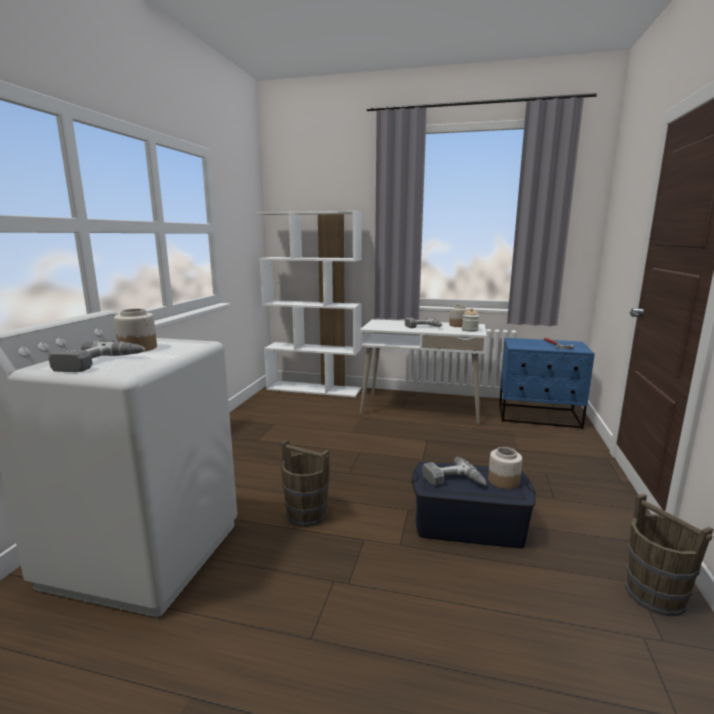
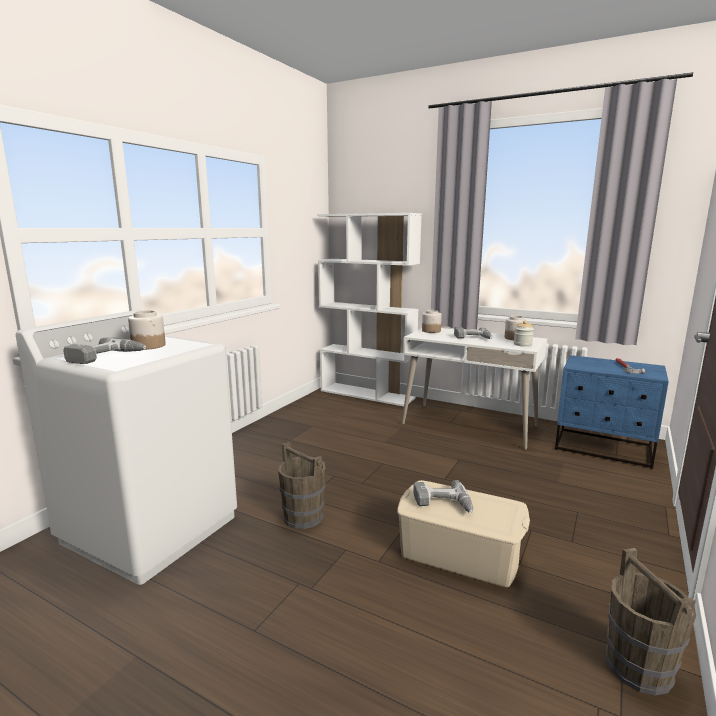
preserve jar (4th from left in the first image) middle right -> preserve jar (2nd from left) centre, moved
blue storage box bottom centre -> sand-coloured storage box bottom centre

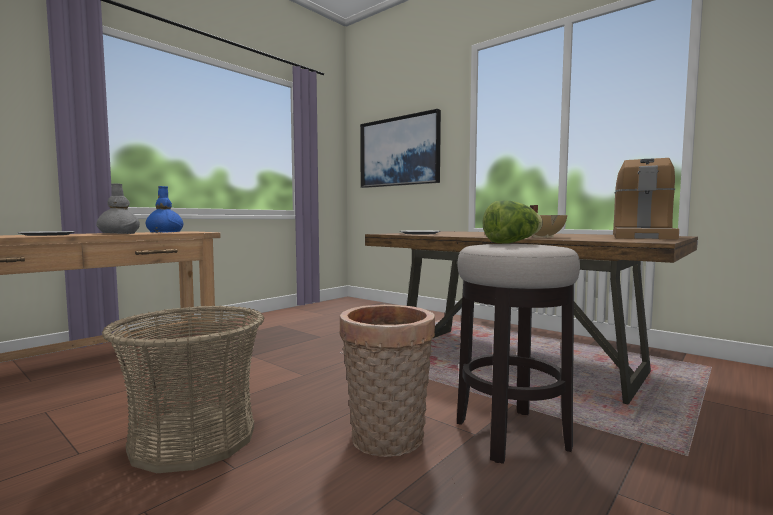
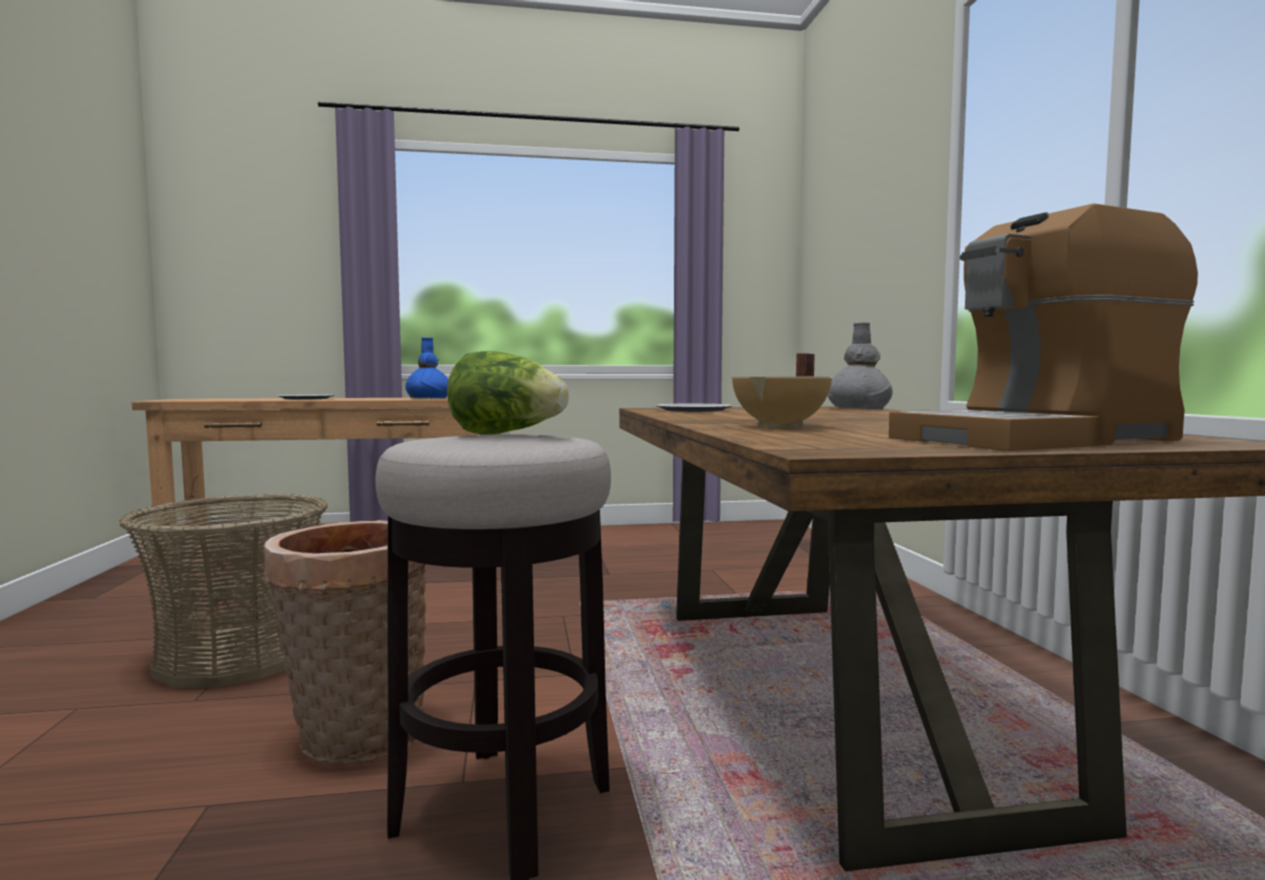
wall picture top centre -> none
greyish vase middle left -> greyish vase middle right, moved

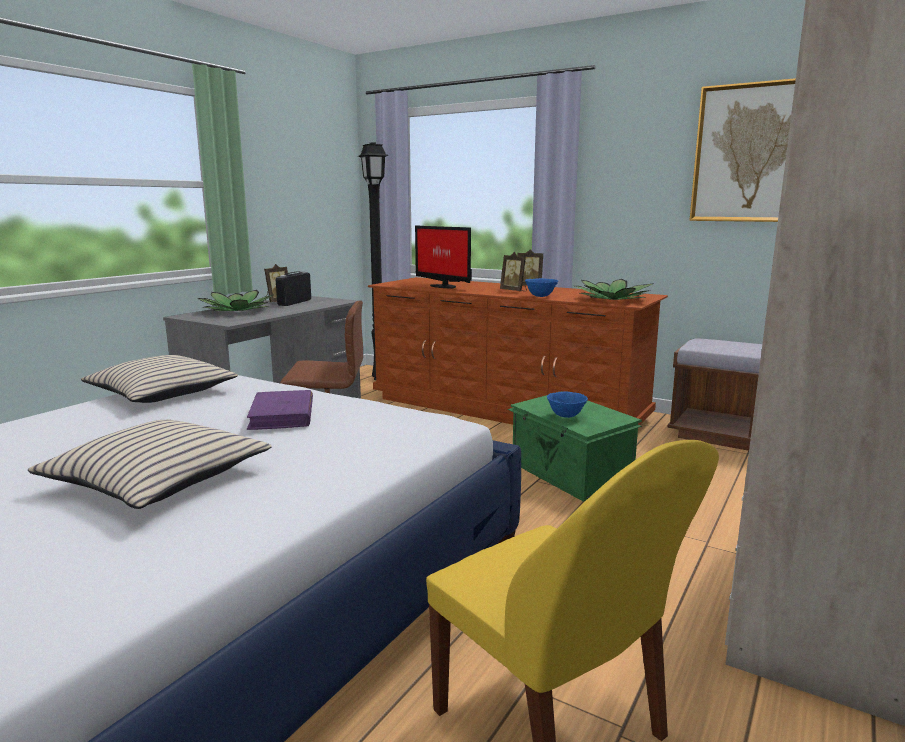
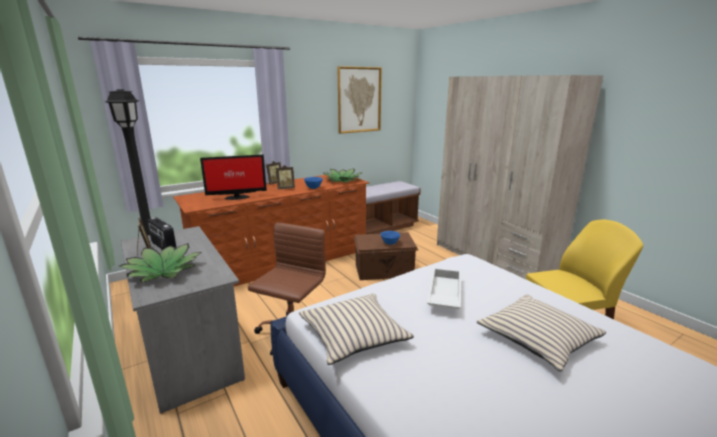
purple book middle left -> whitish carrying tray centre
greenish storage box centre -> brownish storage box centre

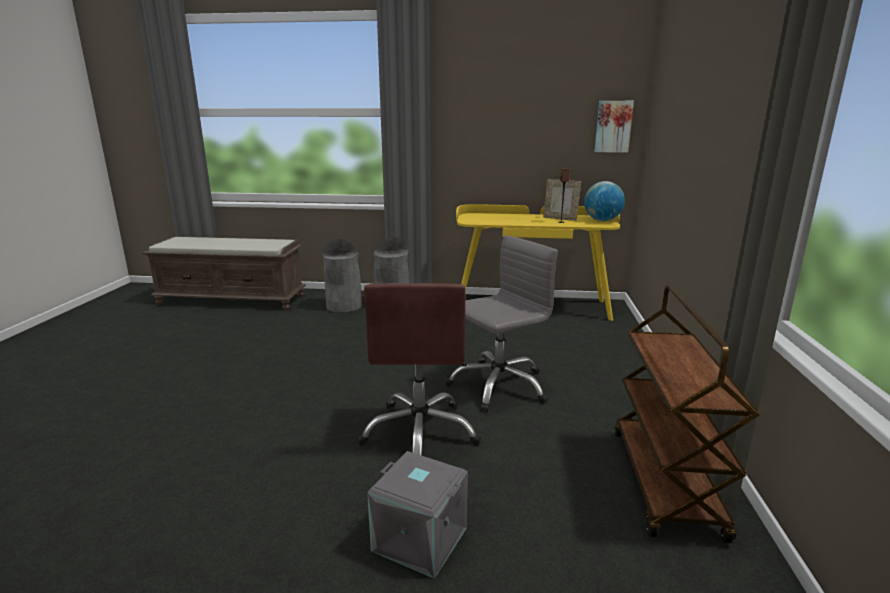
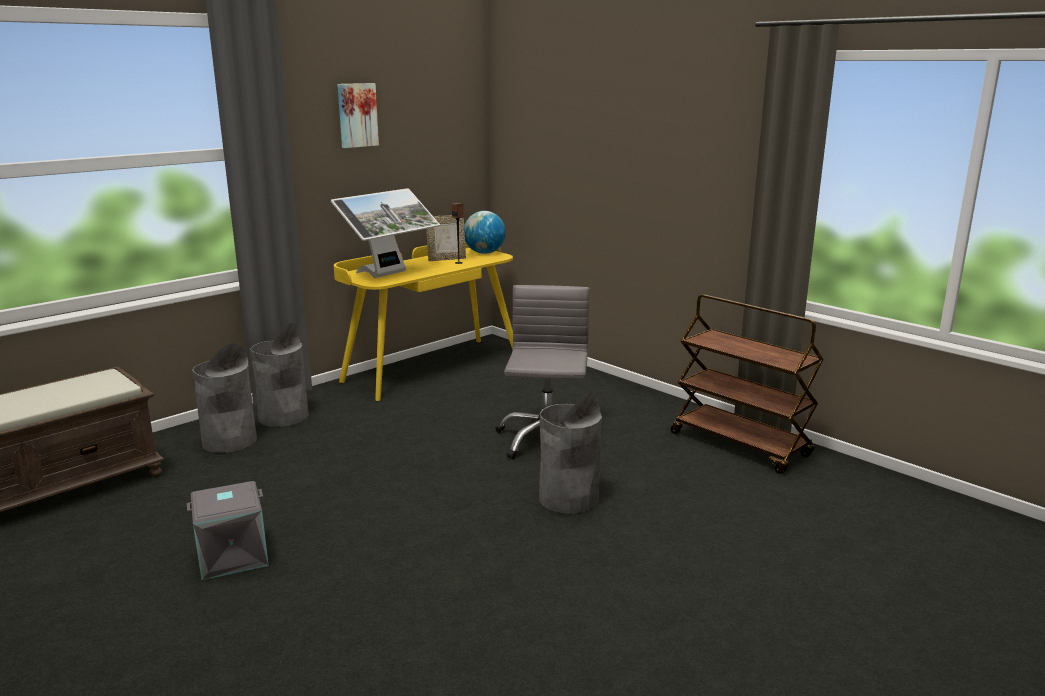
none -> computer screen centre
greyish storage box bottom centre -> greyish storage box bottom left, moved
wall picture top right -> wall picture top centre, moved
brownish office chair centre -> greyish rubbish bin (3rd from left) centre

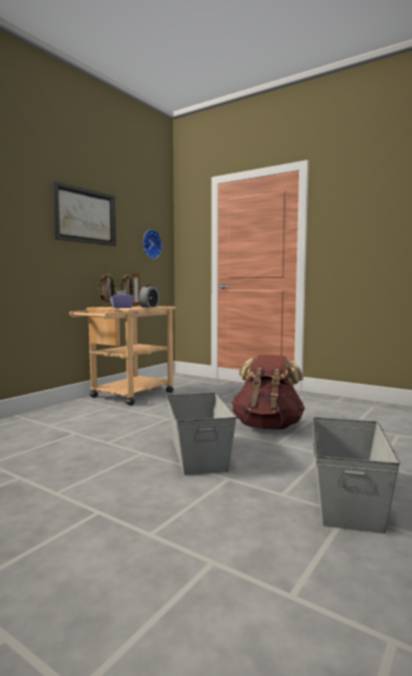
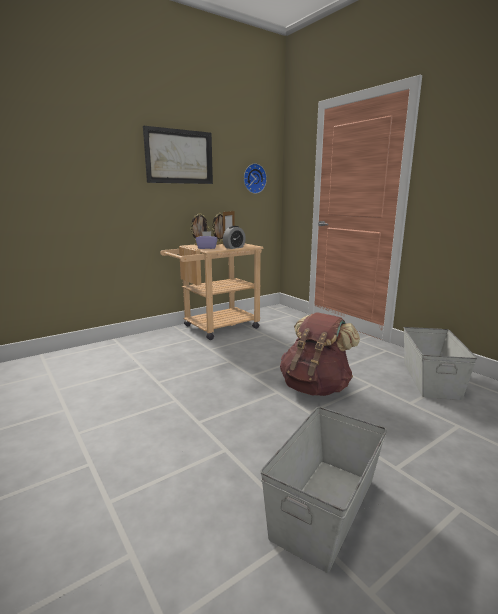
greyish storage box (1st from left in the first image) centre -> greyish storage box (2nd from left) middle right, moved

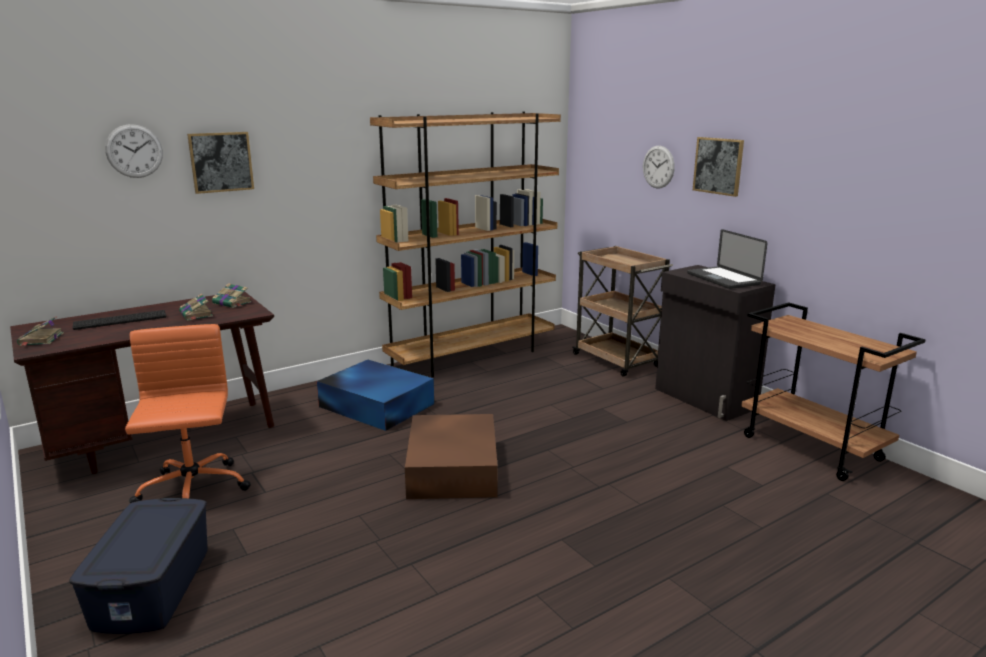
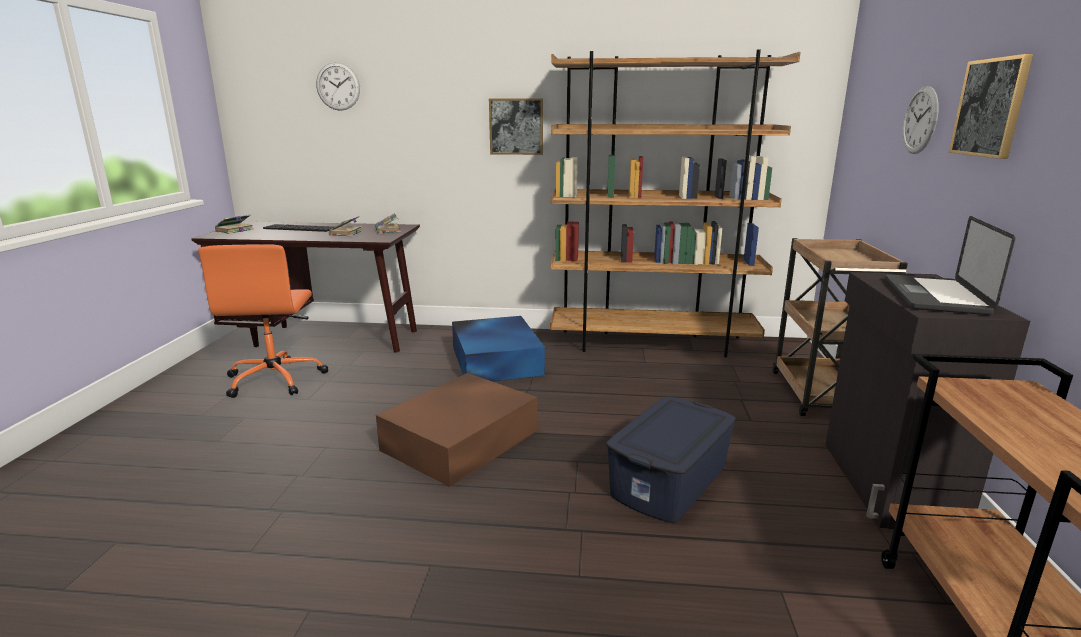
blue storage box (1st from left in the first image) bottom left -> blue storage box (2nd from left) bottom centre, moved
wall picture (1st from left) top left -> wall picture (1st from left) top centre, moved
orange-coloured office chair middle left, 150 degrees clockwise

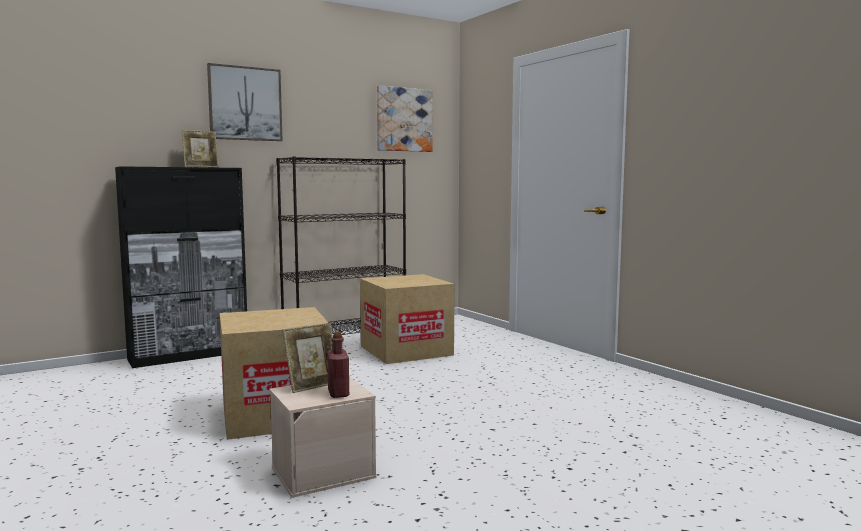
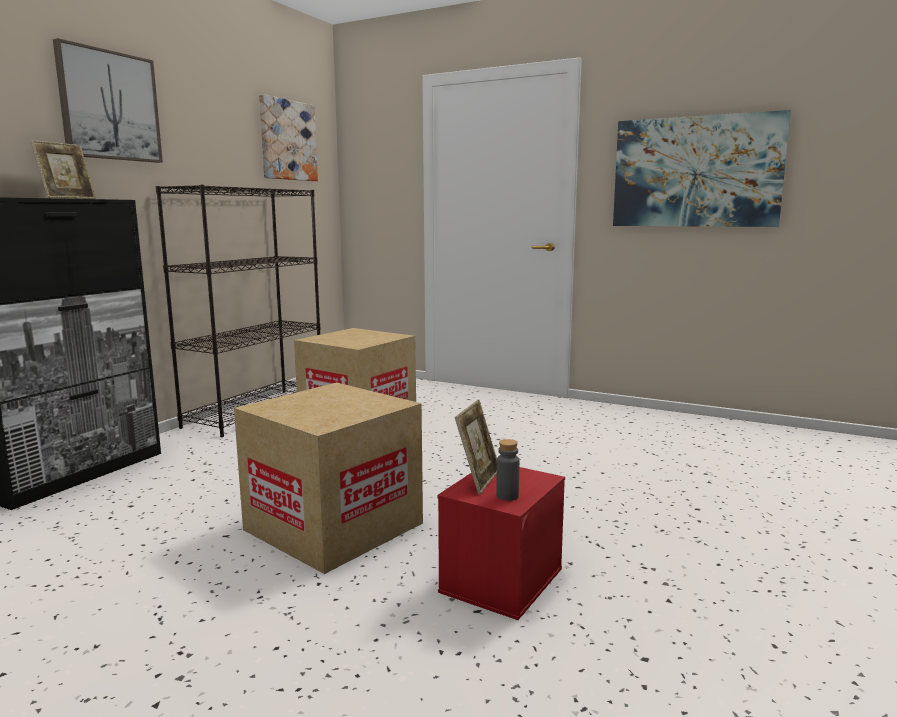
reddish bottle bottom centre -> none
none -> greyish bottle centre
none -> wall picture (3rd from left) top right
sand-coloured storage box bottom centre -> reddish storage box bottom centre

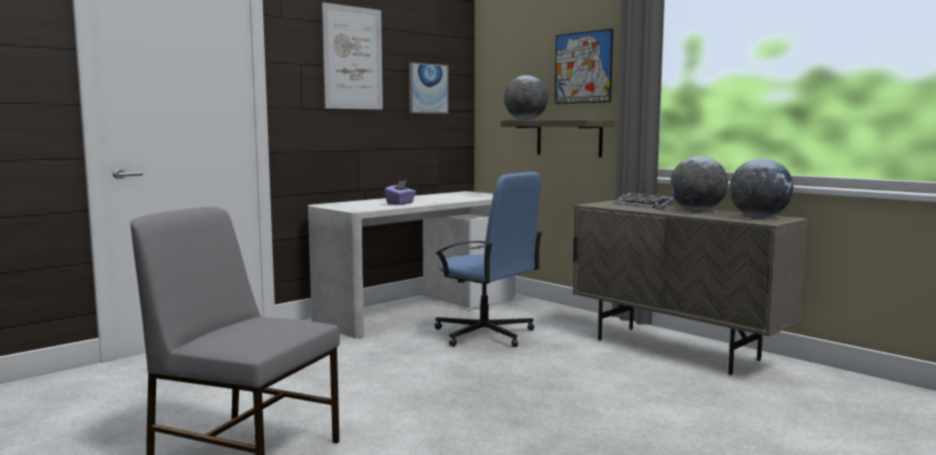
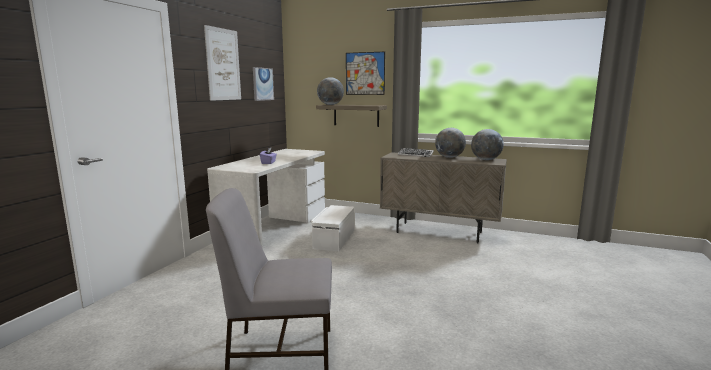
blue office chair centre -> whitish storage box centre

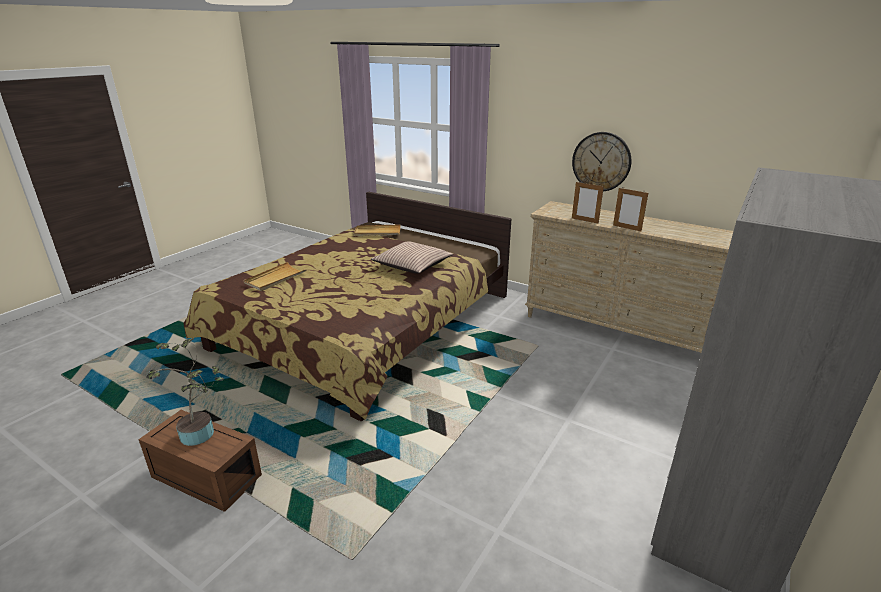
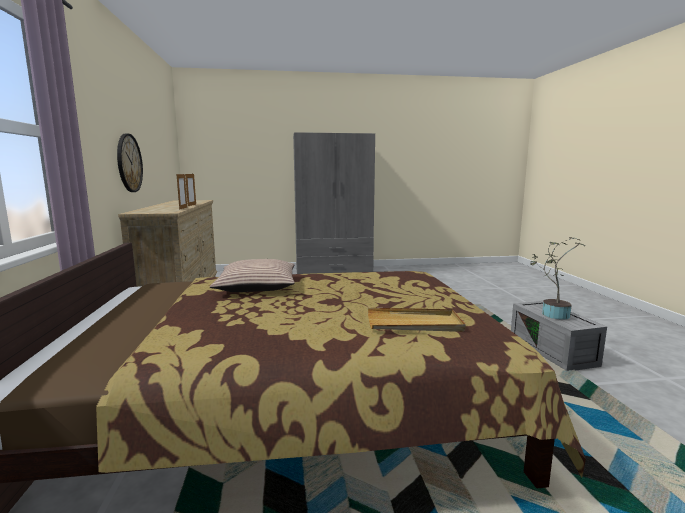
sand-coloured carrying tray (2nd from left) centre -> none
brownish storage box bottom left -> greyish storage box middle right

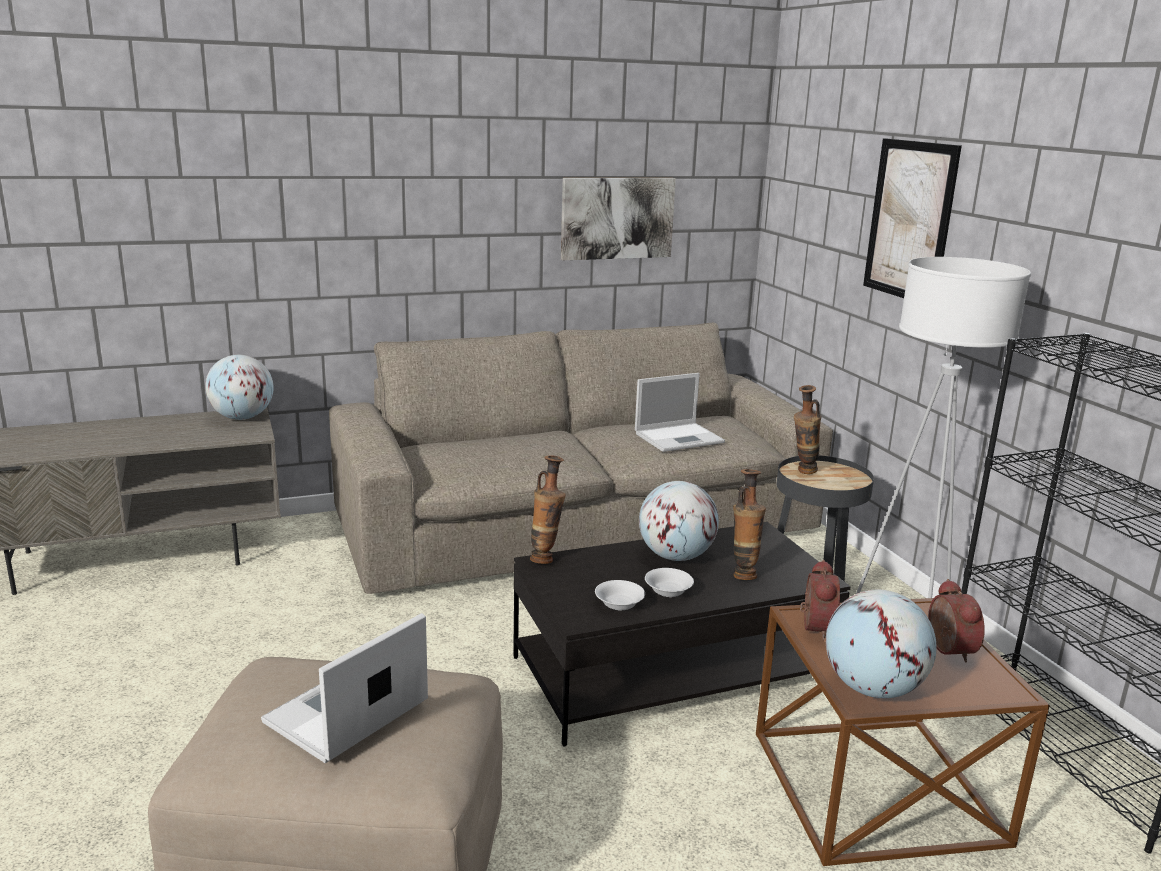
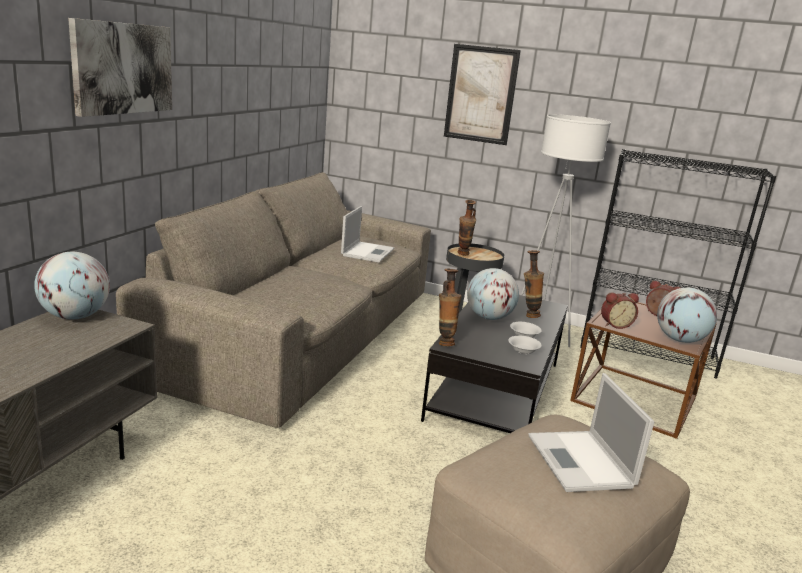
wall picture (1st from left) top centre -> wall picture (1st from left) top left, moved
alarm clock (1st from left) bottom right -> alarm clock (1st from left) middle right, 120 degrees clockwise

